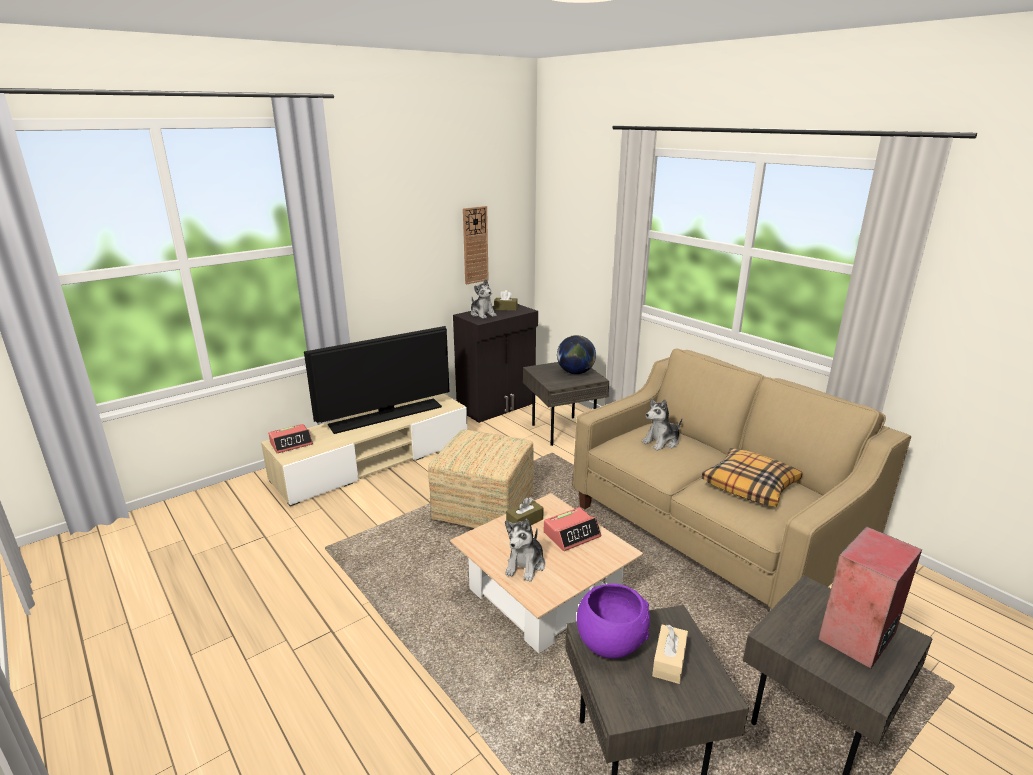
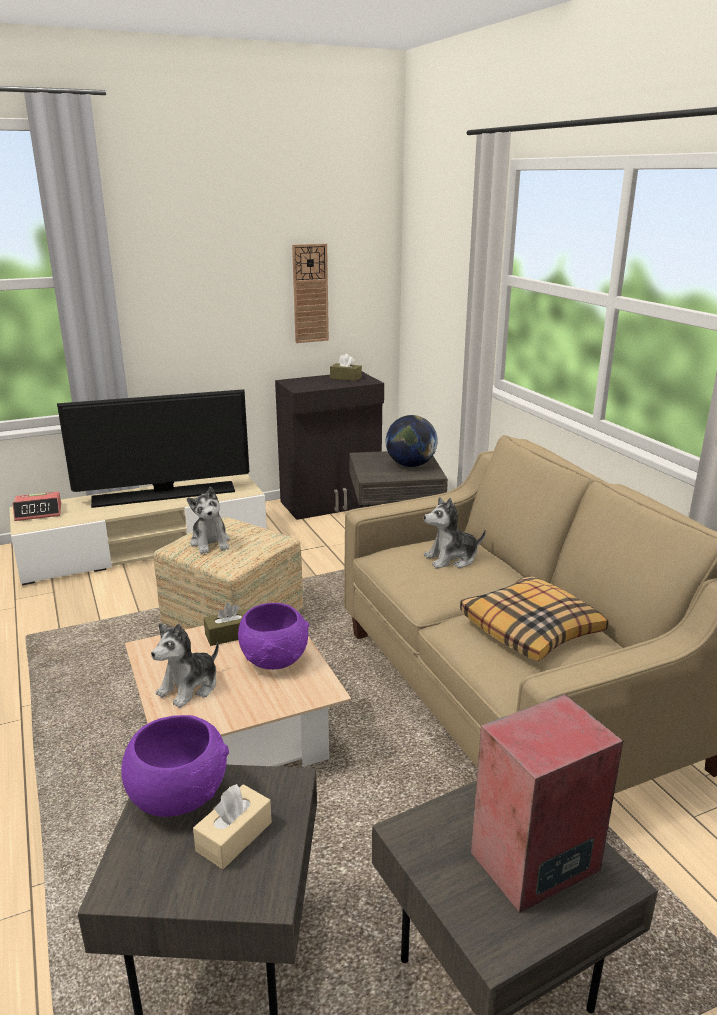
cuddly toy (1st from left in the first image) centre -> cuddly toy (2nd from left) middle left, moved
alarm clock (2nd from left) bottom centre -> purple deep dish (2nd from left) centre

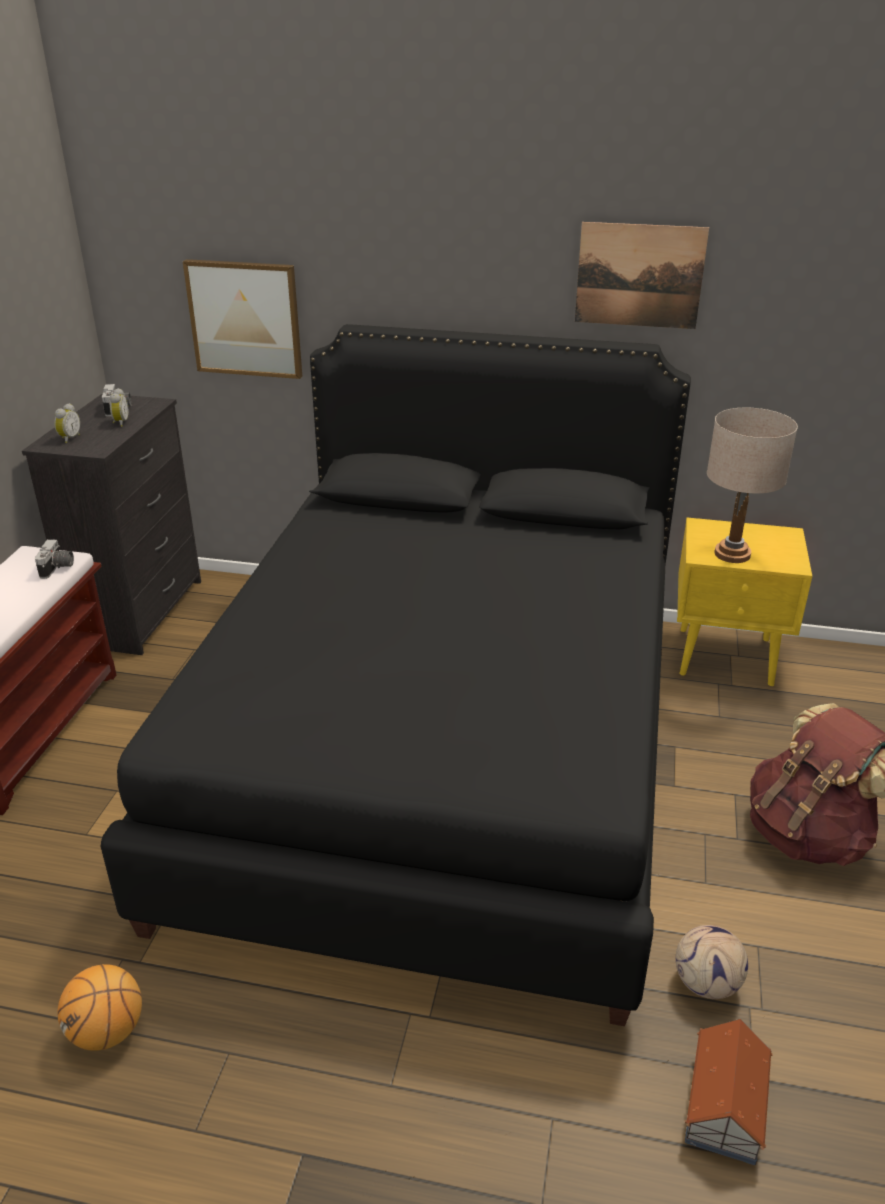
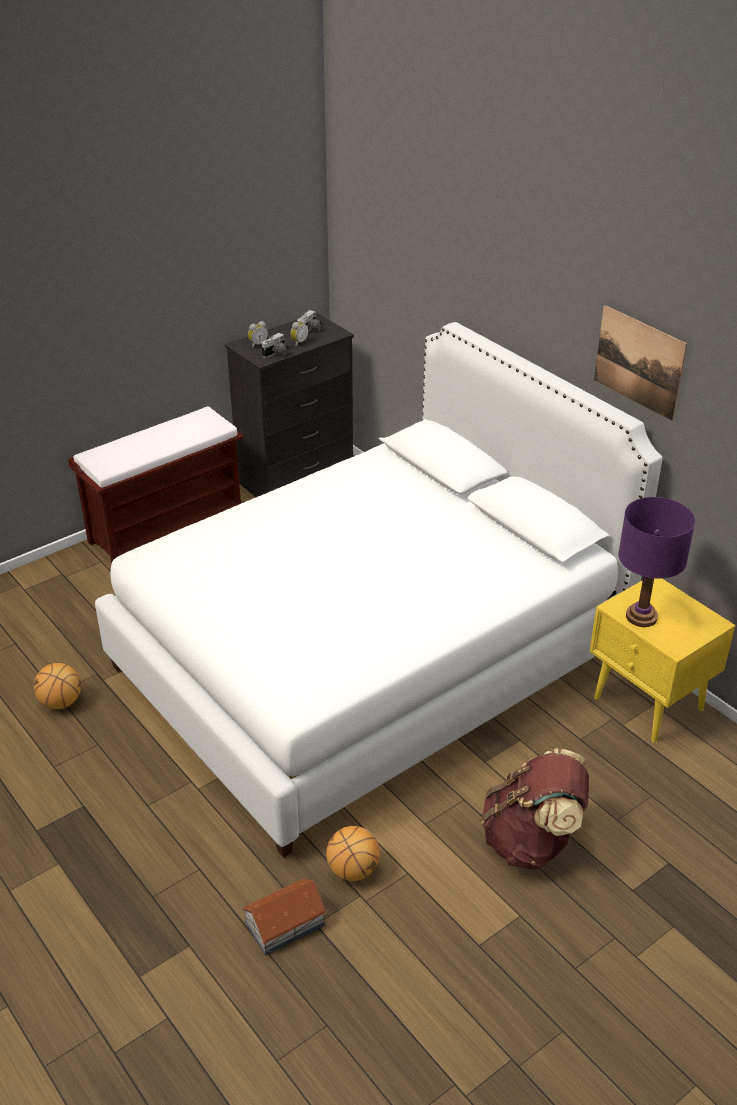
wall picture (1st from left) top left -> none
still camera (1st from left) middle left -> still camera (1st from left) top centre, moved
football ball bottom right -> ball for basketball (2nd from left) bottom centre
black-coloured sleeping bed centre -> whitish sleeping bed centre
sand-coloured lamp for a table middle right -> purple lamp for a table middle right

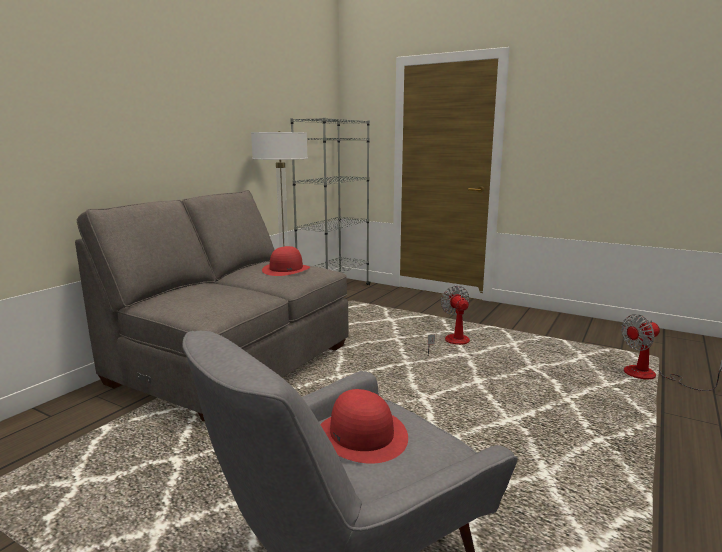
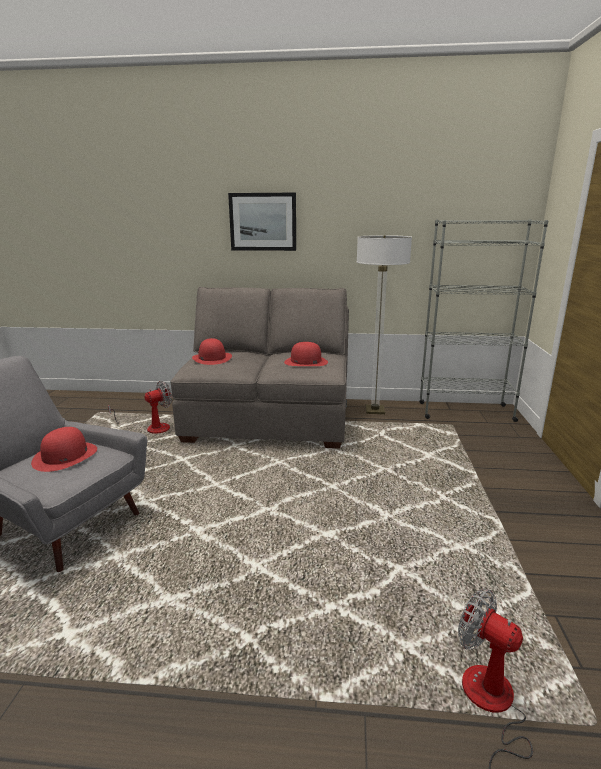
none -> reddish clothing hat (2nd from left) centre
none -> wall picture top centre
electric fan (1st from left) centre -> electric fan (1st from left) middle left, moved

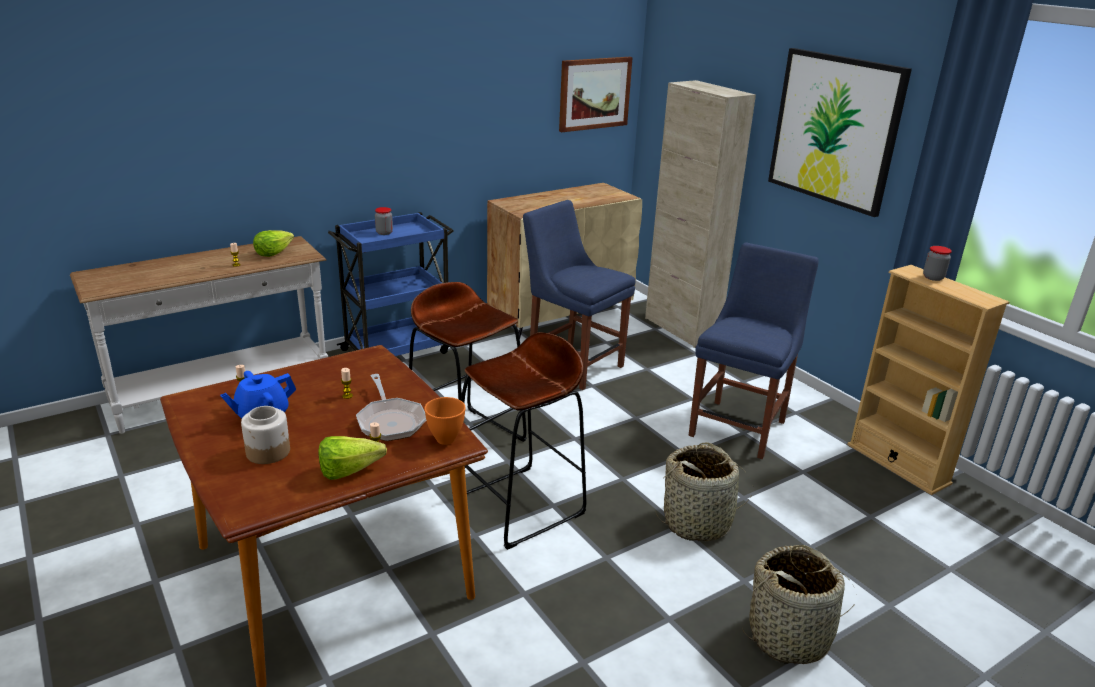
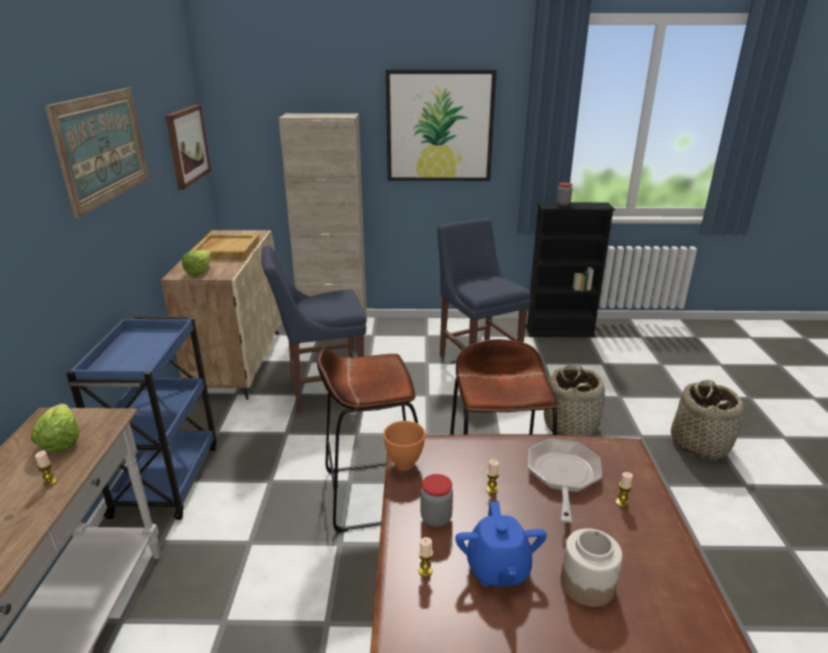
none -> wall picture (1st from left) top left
none -> sand-coloured carrying tray middle left
lettuce head (2nd from left) bottom left -> lettuce head (2nd from left) middle left, moved
preserve jar (2nd from left in the first image) top centre -> preserve jar (1st from left) bottom centre, moved
orange-coloured deep dish centre -> orange-coloured deep dish bottom centre, moved
sand-coloured bookshelf middle right -> black-coloured bookshelf middle right
pan centre -> pan bottom right, 90 degrees counterclockwise

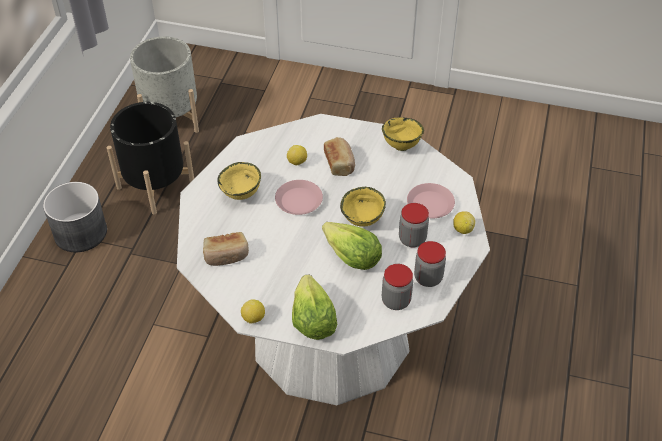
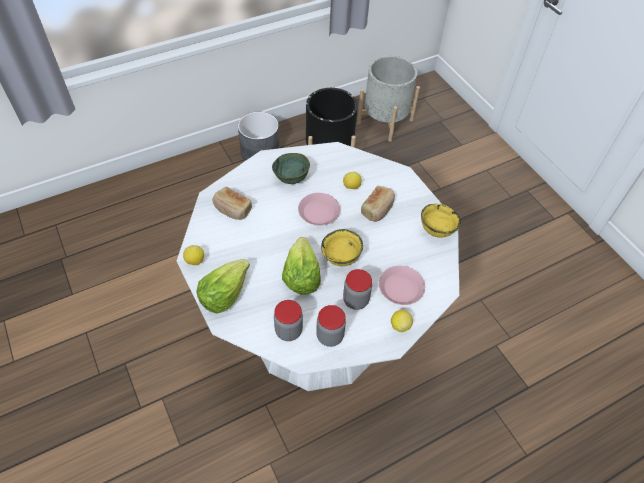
yellow deep dish (1st from left) centre -> greenish deep dish centre

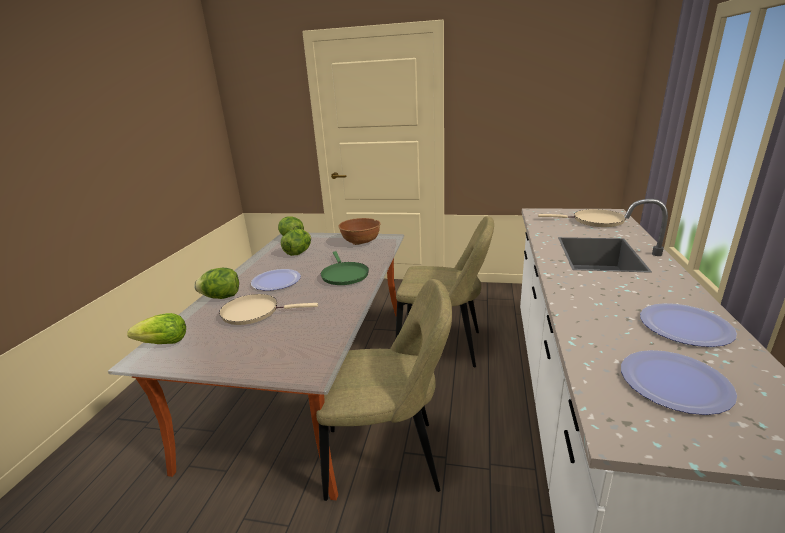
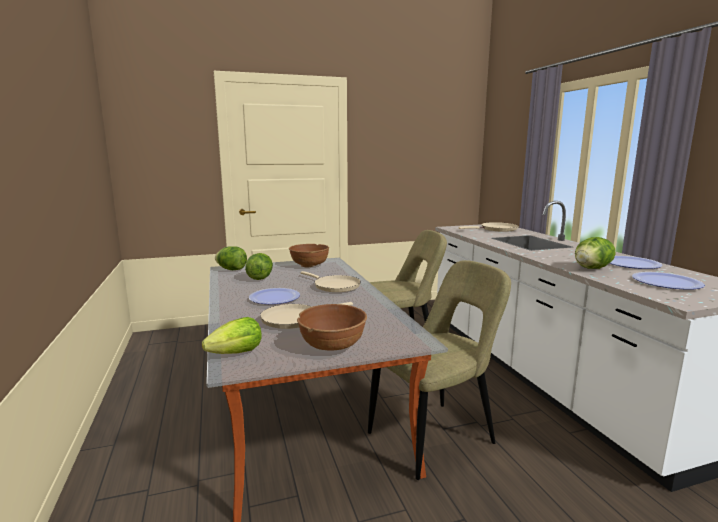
none -> brownish deep dish (2nd from left) centre
lettuce head (2nd from left in the first image) middle left -> lettuce head (4th from left) middle right, moved
greenish pan centre -> sand-coloured pan (2nd from left) centre

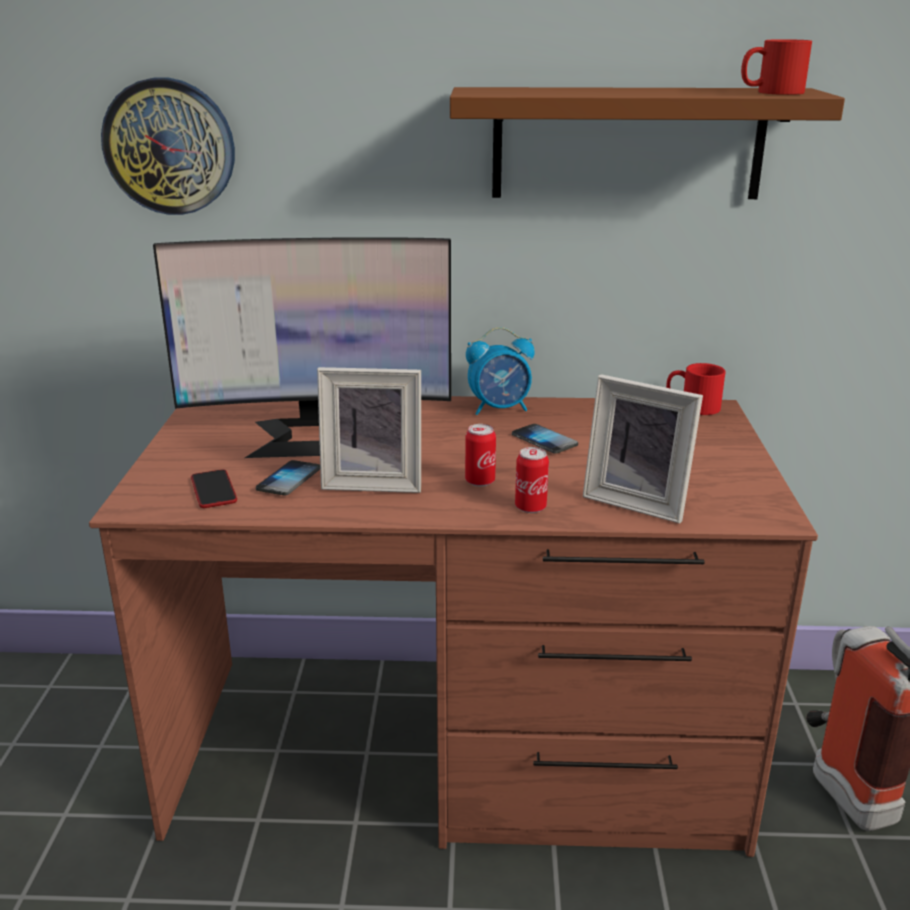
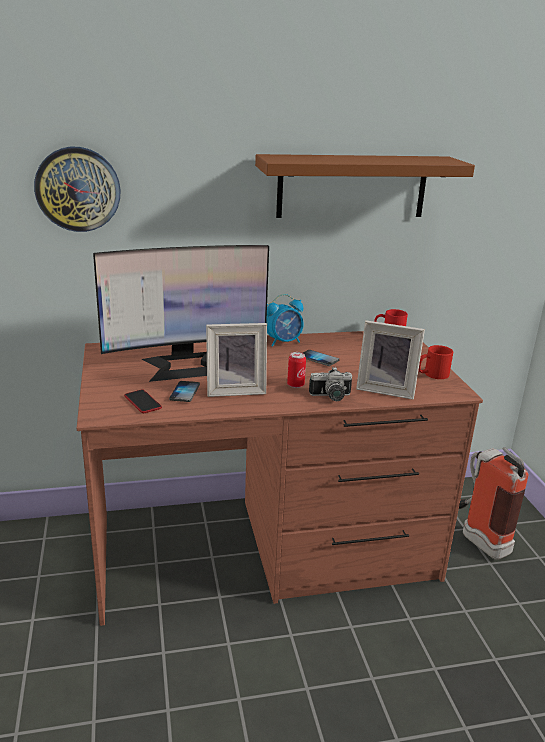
reddish mug (2nd from left) top right -> reddish mug (2nd from left) middle right, moved
sealed can (2nd from left) centre -> still camera centre

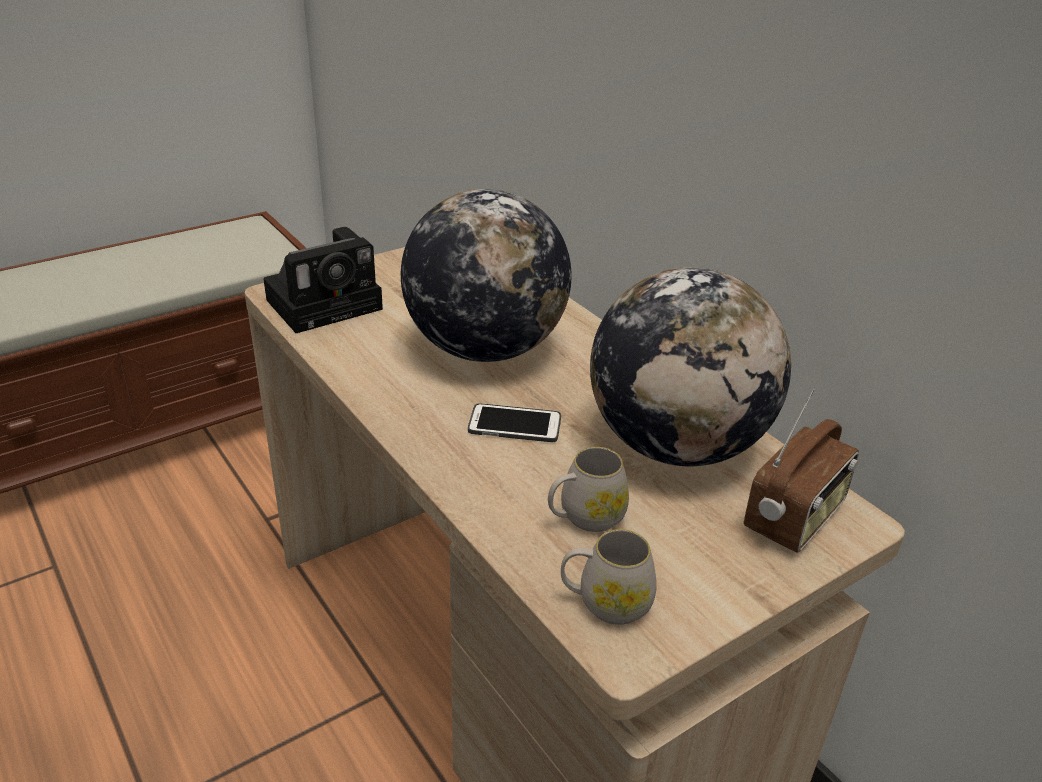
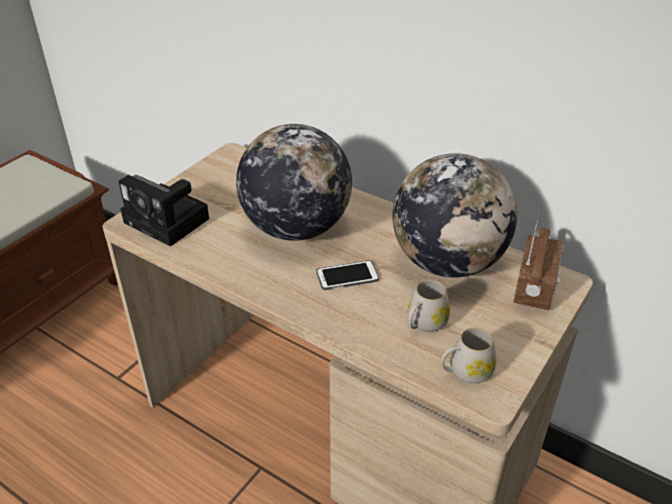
still camera middle left, 90 degrees clockwise

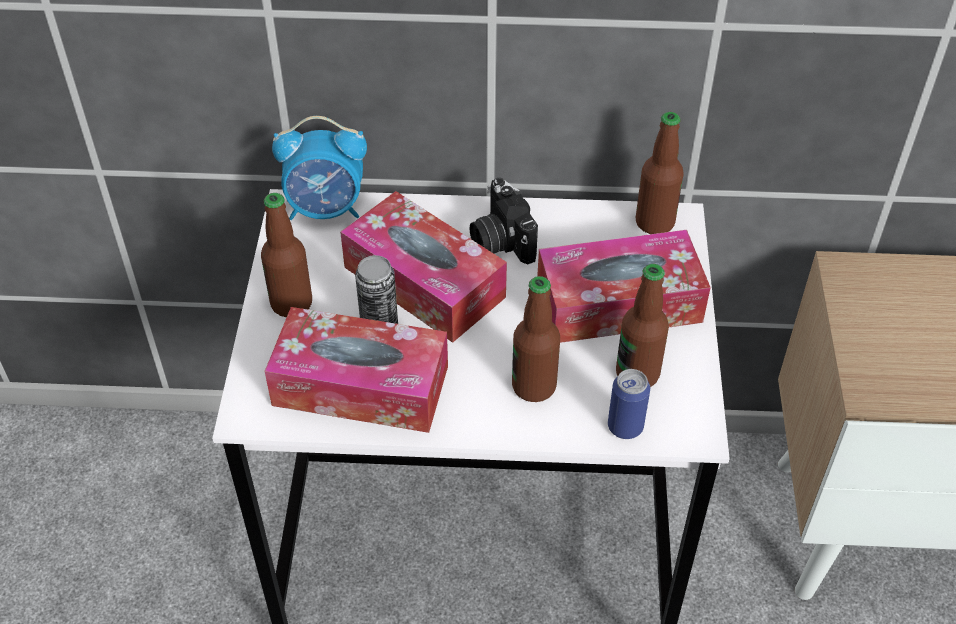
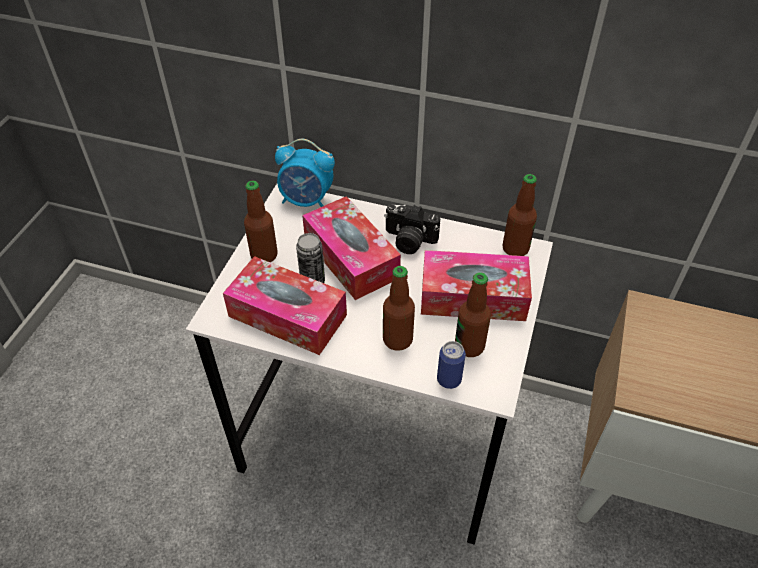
still camera centre, 60 degrees counterclockwise

